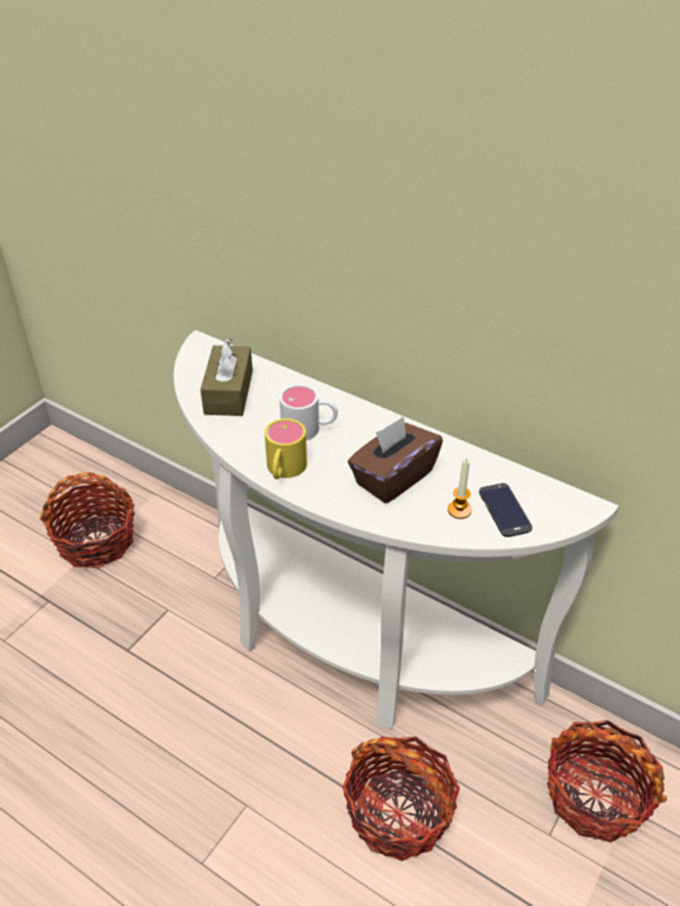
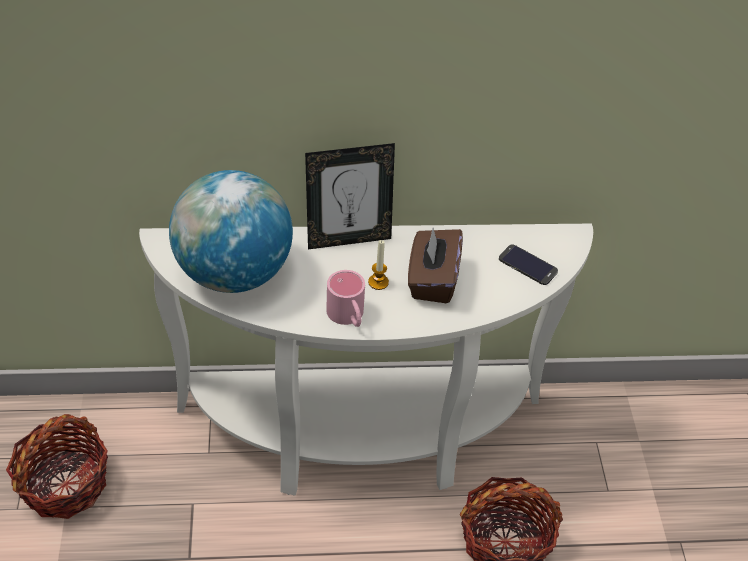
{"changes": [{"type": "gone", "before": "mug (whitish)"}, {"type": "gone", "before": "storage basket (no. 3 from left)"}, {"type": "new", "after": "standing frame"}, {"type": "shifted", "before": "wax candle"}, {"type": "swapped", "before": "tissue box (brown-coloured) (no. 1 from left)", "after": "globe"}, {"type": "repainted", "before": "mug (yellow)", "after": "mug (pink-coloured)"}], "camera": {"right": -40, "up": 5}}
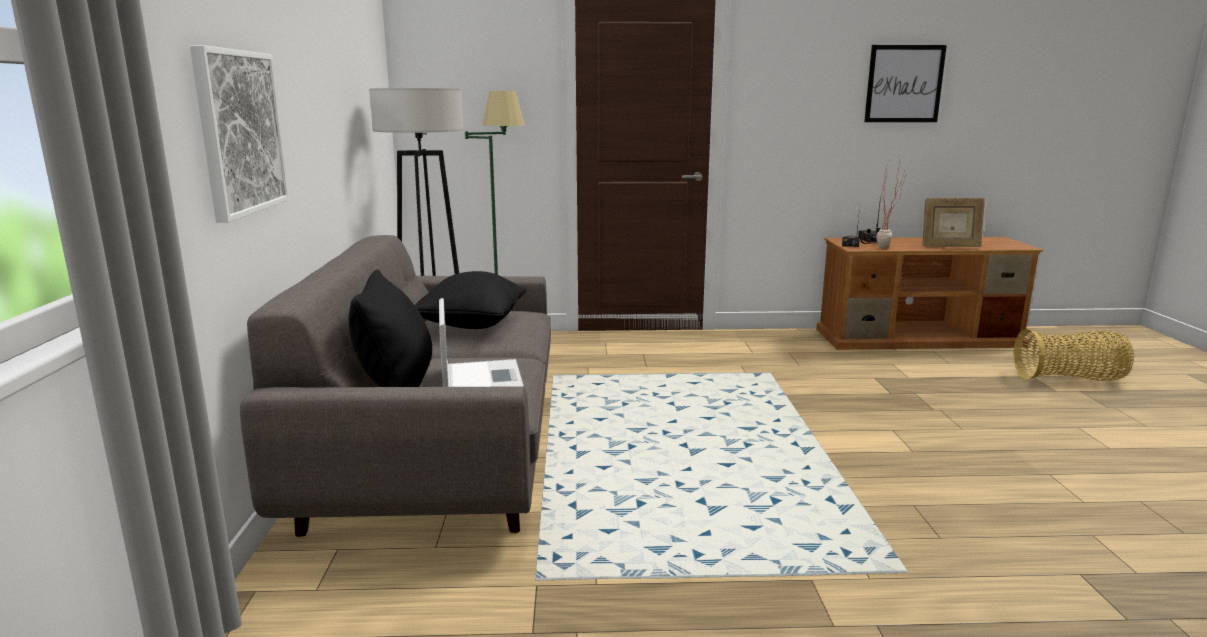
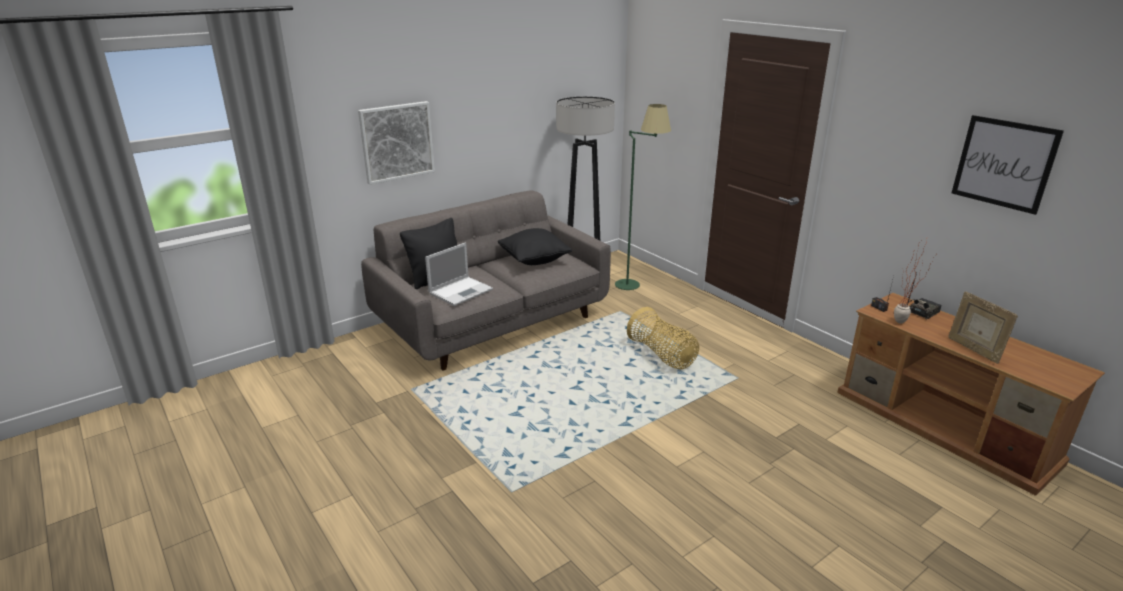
{"changes": [{"type": "shifted", "before": "storage basket"}], "camera": {"right": 55, "up": 10}}
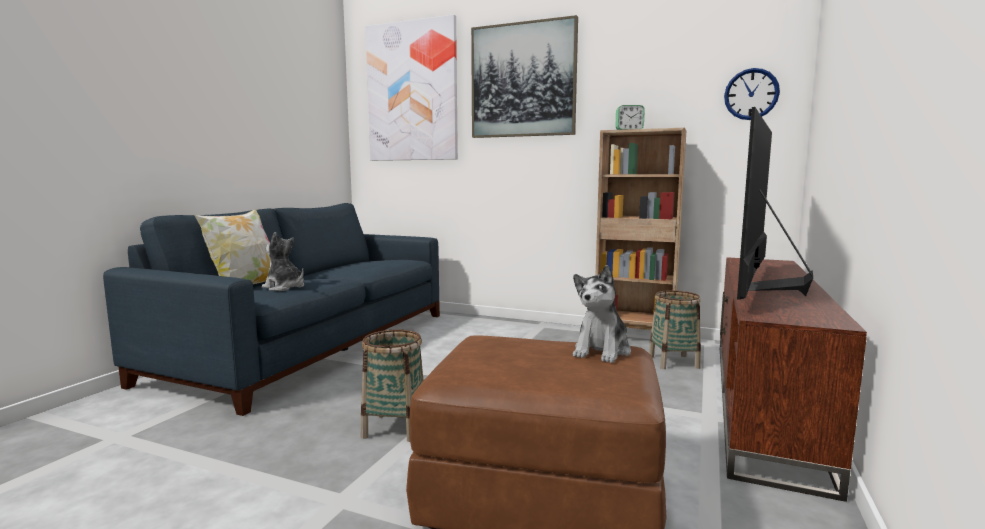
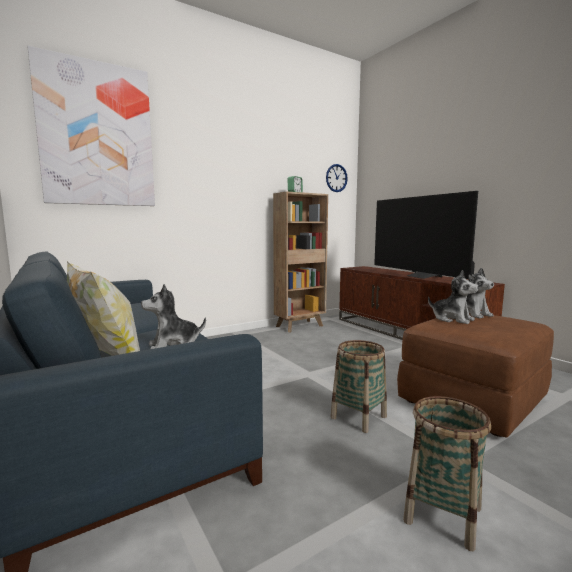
{"changes": [{"type": "gone", "before": "wall art (no. 2 from left)"}, {"type": "new", "after": "cuddly toy (no. 2 from left)"}, {"type": "shifted", "before": "storage basket (no. 2 from left)"}], "camera": {"right": -55, "up": 0}}
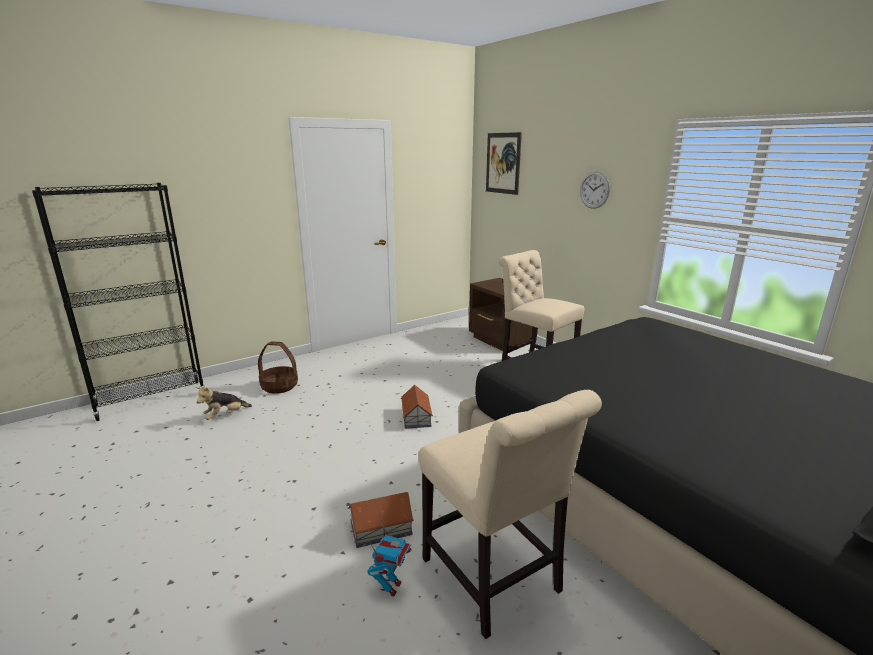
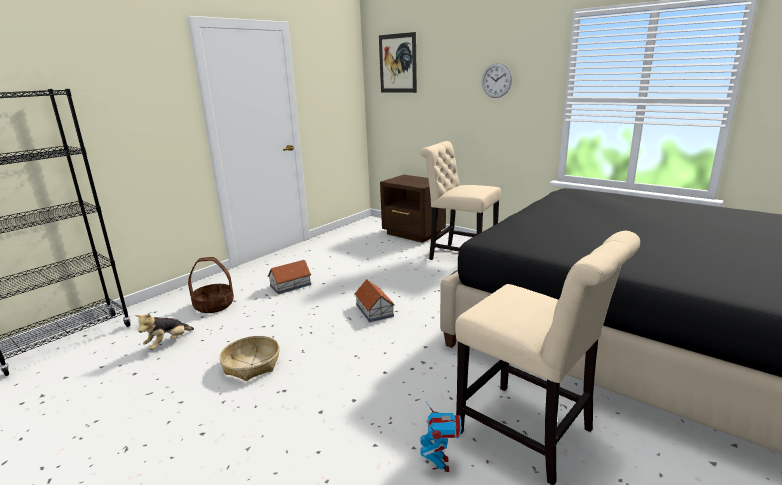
{"changes": [{"type": "new", "after": "storage basket (no. 2 from left)"}, {"type": "shifted", "before": "model house (no. 1 from left)"}], "camera": {"right": -15, "up": 0}}
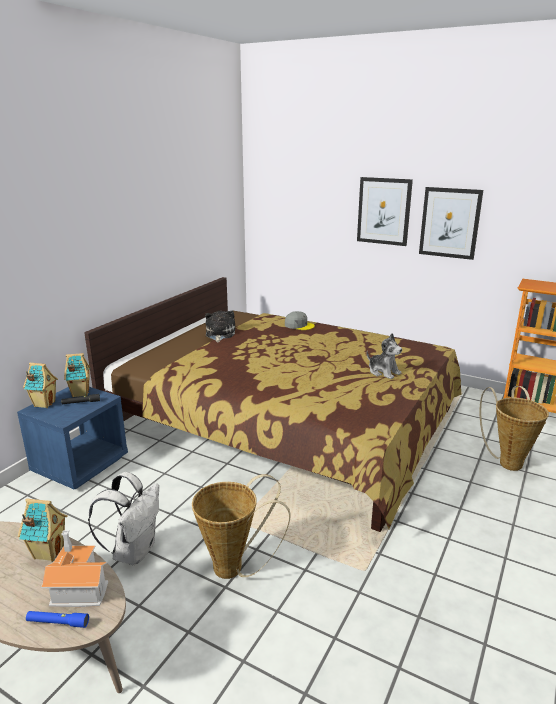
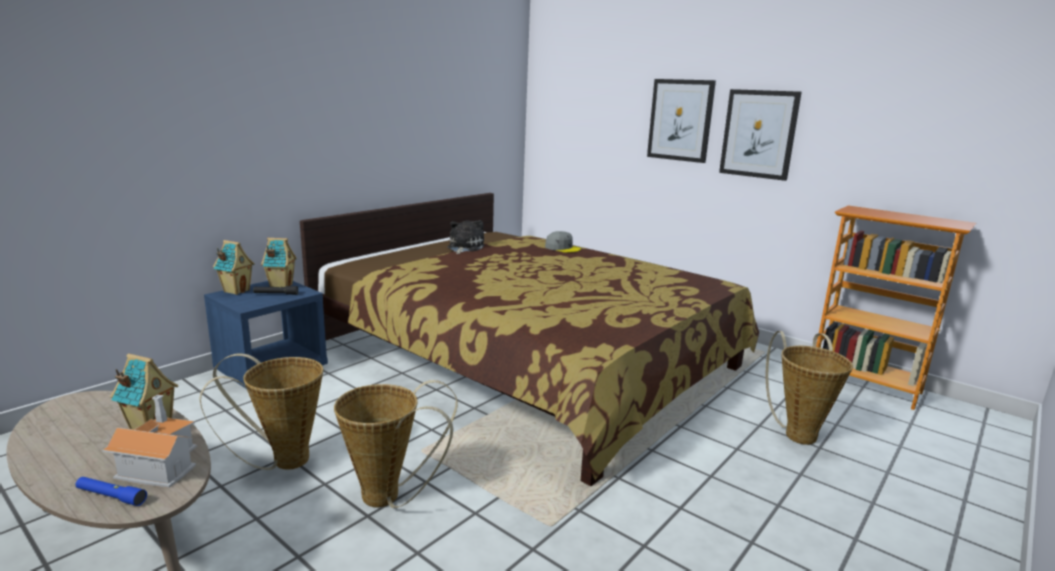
{"changes": [{"type": "gone", "before": "cuddly toy (no. 2 from left)"}, {"type": "swapped", "before": "knapsack (whitish)", "after": "storage basket (no. 1 from left)"}], "camera": {"right": 10, "up": -5}}
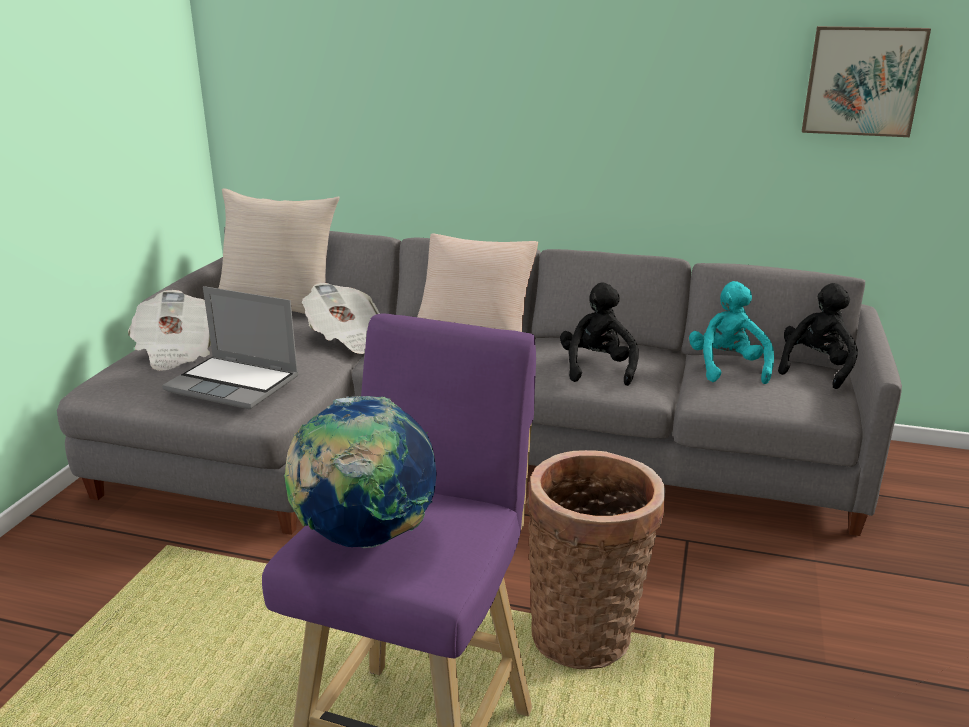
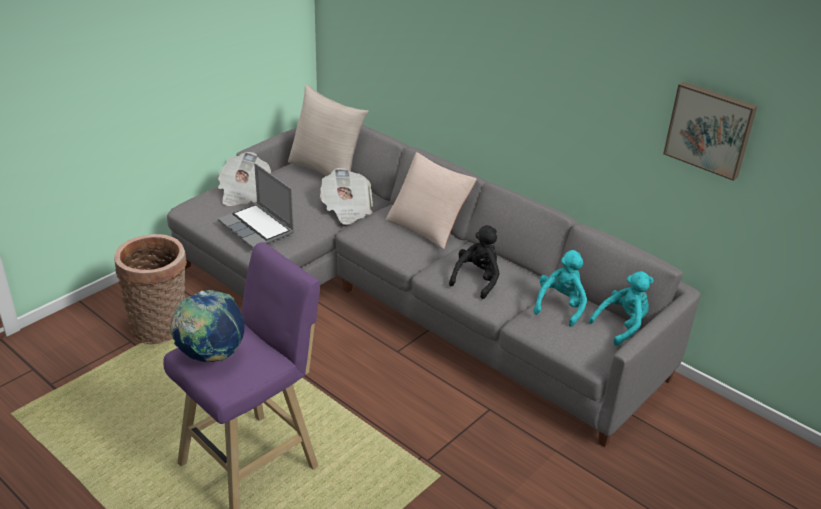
{"changes": [{"type": "shifted", "before": "storage basket"}, {"type": "repainted", "before": "cuddly toy (black) (no. 2 from left)", "after": "cuddly toy (turquoise-coloured) (no. 2 from left)"}], "camera": {"right": 25, "up": 10}}
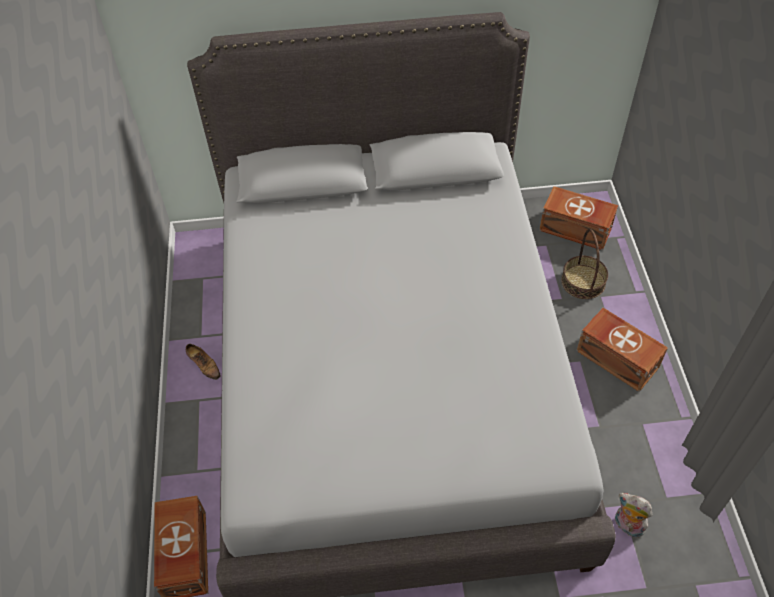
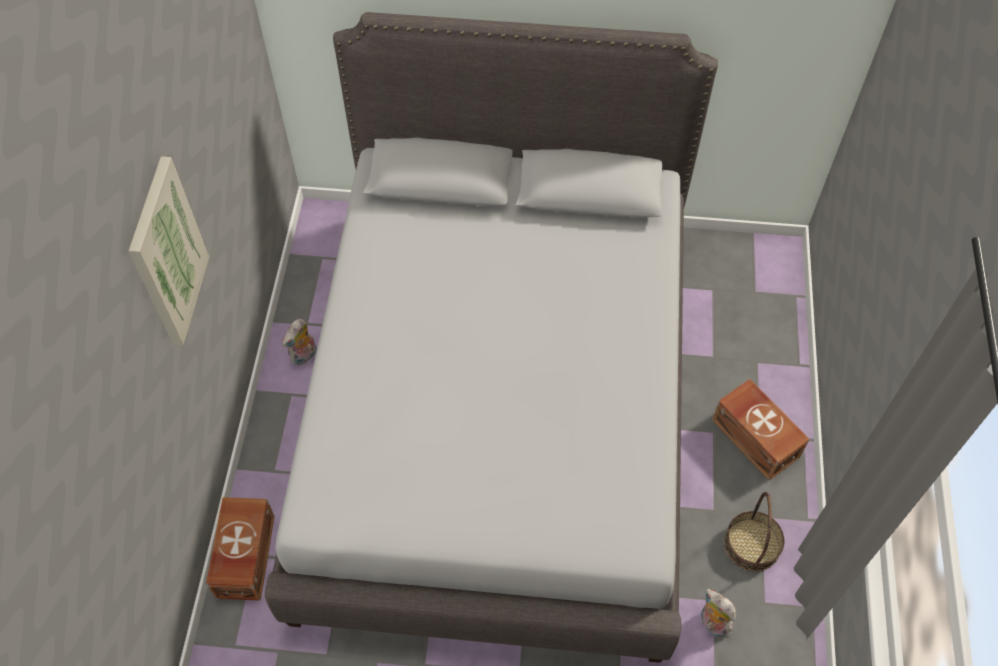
{"changes": [{"type": "gone", "before": "storage bin (brown-coloured) (no. 2 from left)"}, {"type": "new", "after": "wall art"}, {"type": "shifted", "before": "storage basket"}, {"type": "swapped", "before": "item of footwear", "after": "cuddly toy (no. 1 from left)"}], "camera": {"right": 10, "up": 5}}
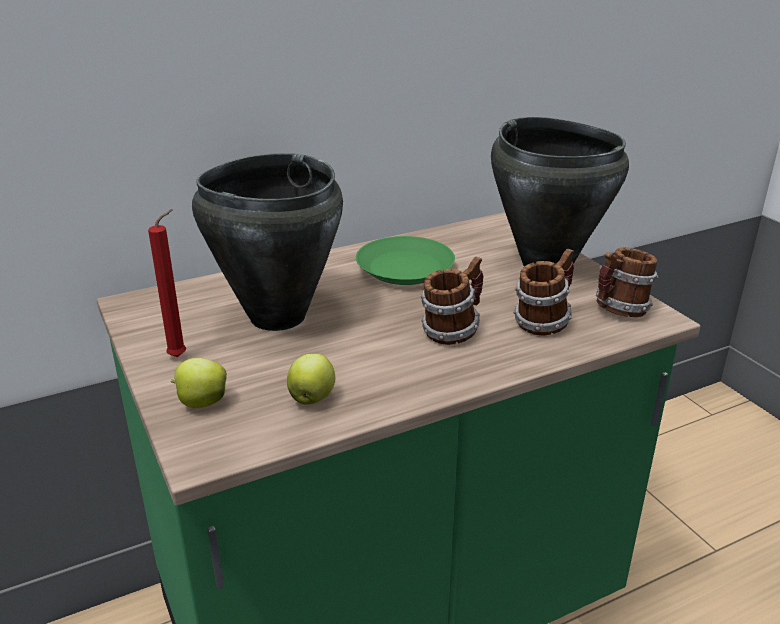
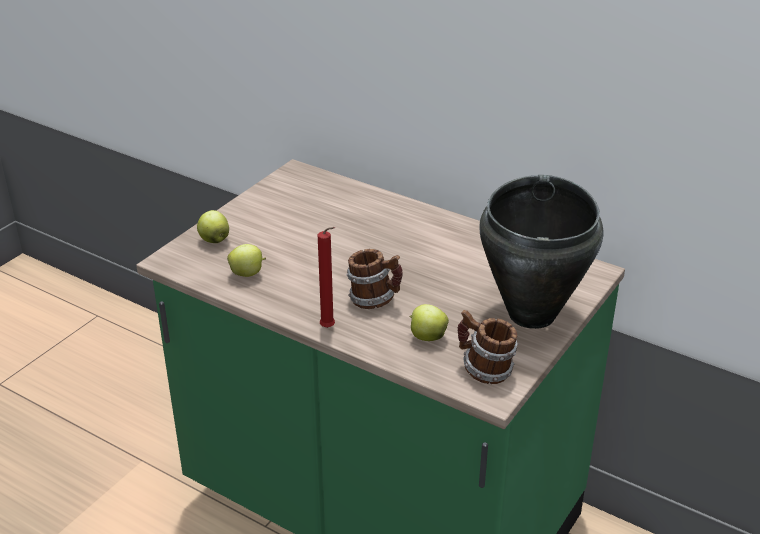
{"changes": [{"type": "gone", "before": "stockpot (black) (no. 1 from left)"}, {"type": "gone", "before": "plate (green-coloured)"}, {"type": "shifted", "before": "wax candle (red-coloured)"}, {"type": "swapped", "before": "mug (no. 2 from left)", "after": "apple (no. 3 from left)"}], "camera": {"right": 60, "up": 5}}
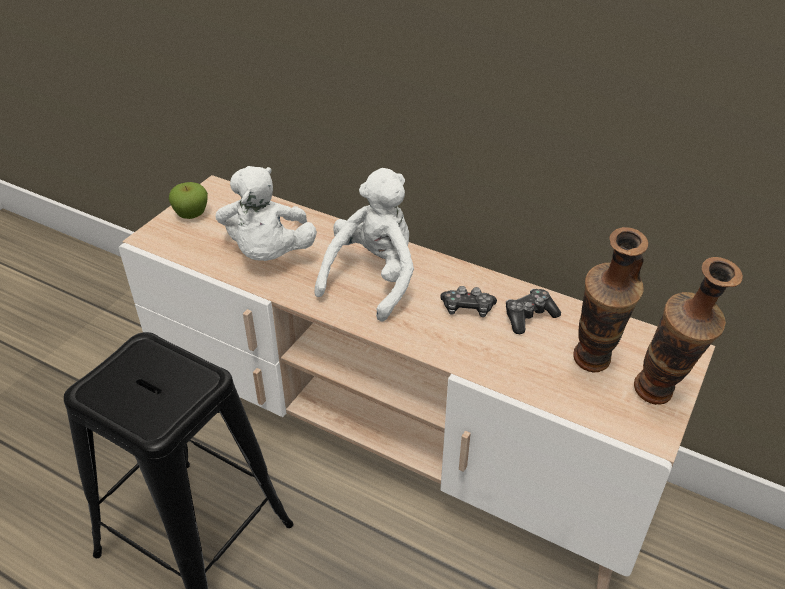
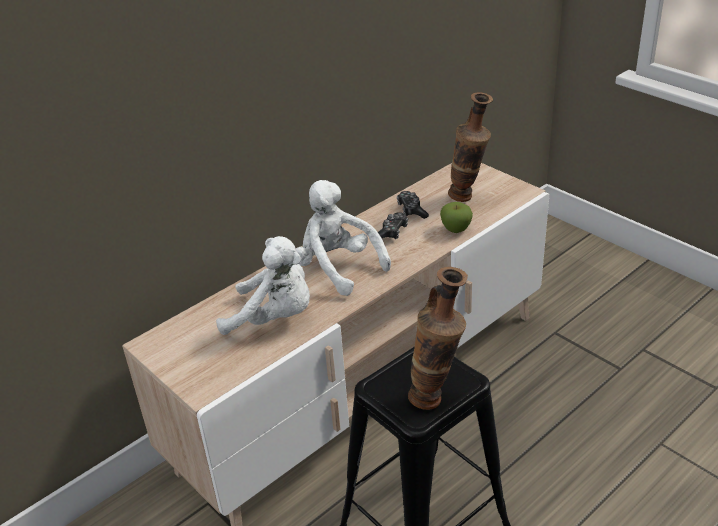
{"changes": [{"type": "shifted", "before": "apple"}, {"type": "shifted", "before": "vase (no. 2 from left in the first image)", "after": "vase (no. 1 from left)"}], "camera": {"right": -70, "up": -5}}
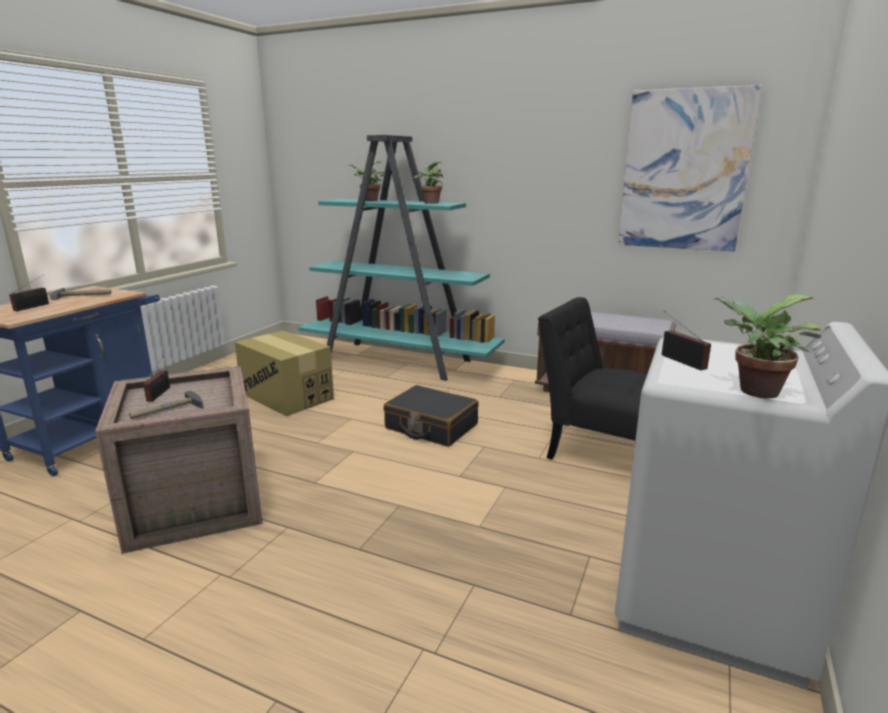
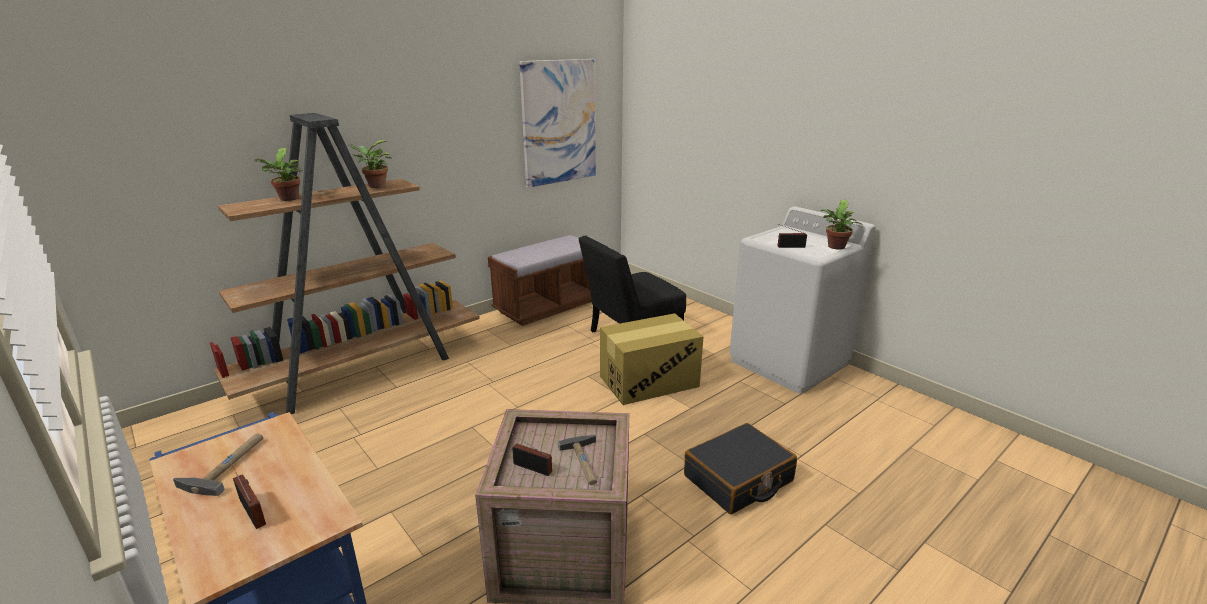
{"changes": [{"type": "shifted", "before": "carton"}, {"type": "shifted", "before": "piece of luggage (black)"}, {"type": "repainted", "before": "shelving unit (turquoise-coloured)", "after": "shelving unit (brown-coloured)"}], "camera": {"right": -65, "up": 5}}
